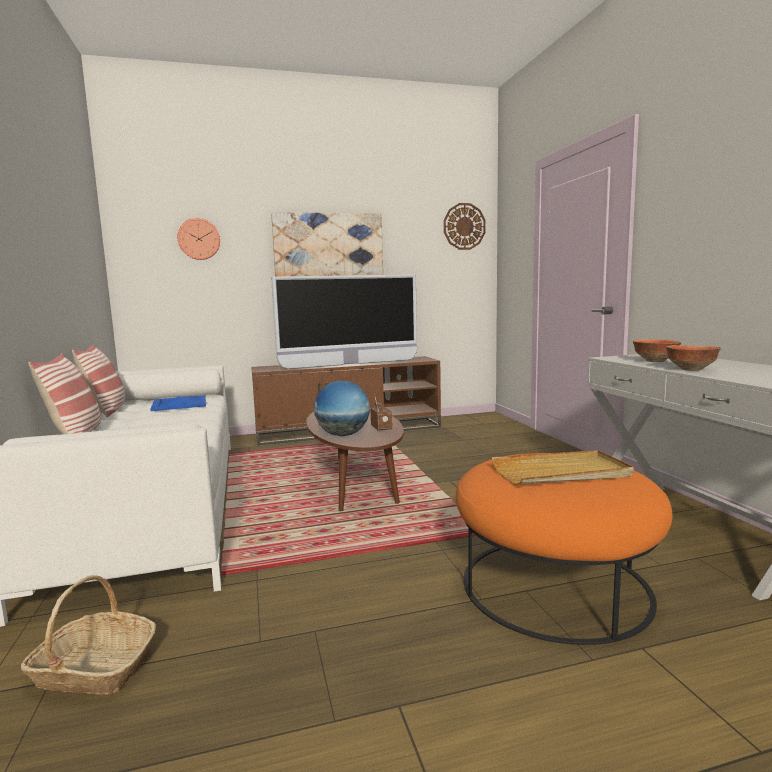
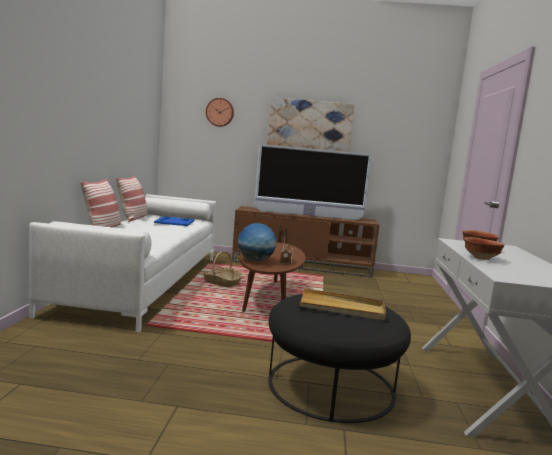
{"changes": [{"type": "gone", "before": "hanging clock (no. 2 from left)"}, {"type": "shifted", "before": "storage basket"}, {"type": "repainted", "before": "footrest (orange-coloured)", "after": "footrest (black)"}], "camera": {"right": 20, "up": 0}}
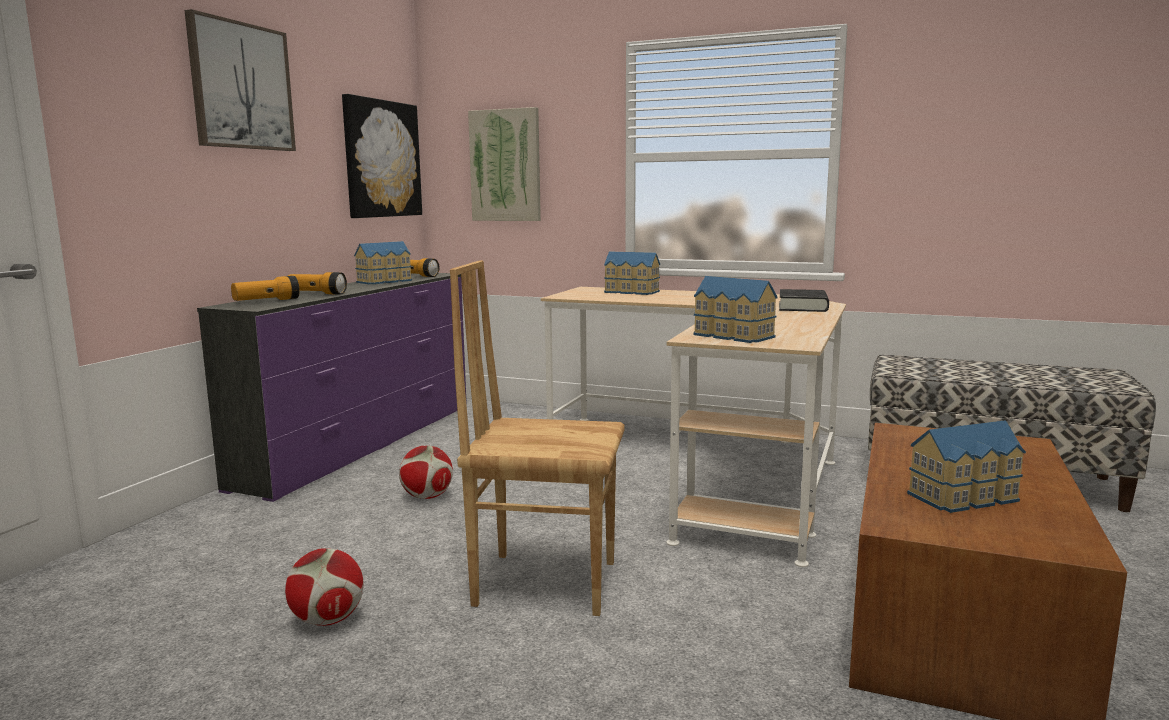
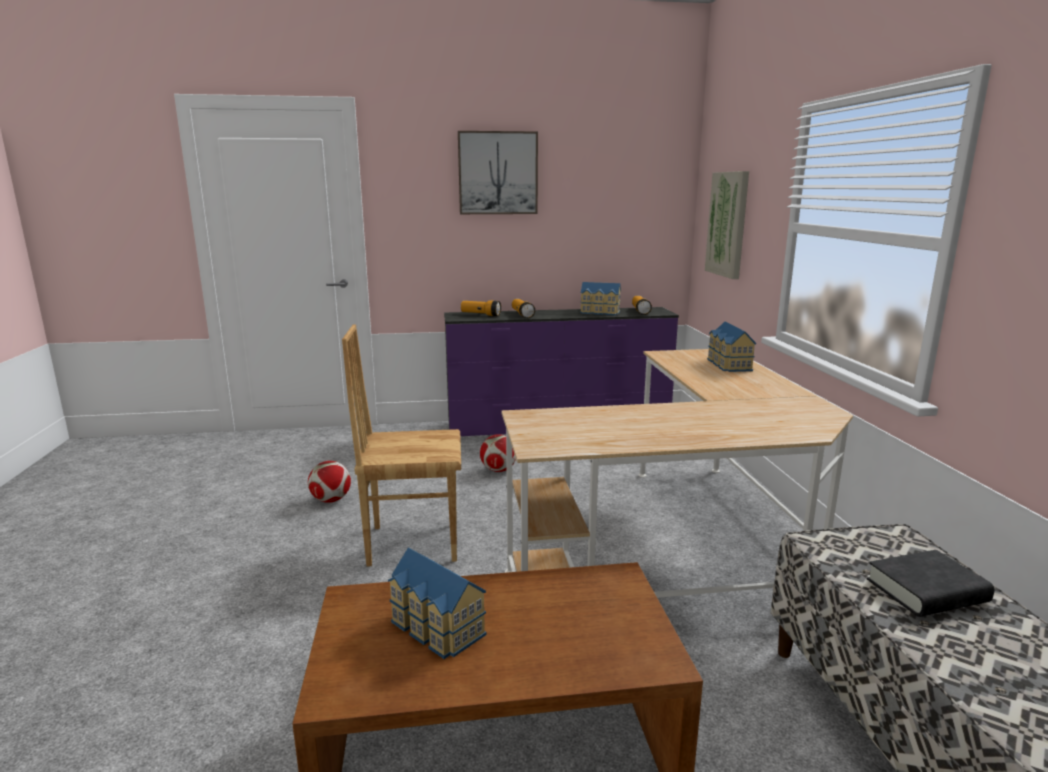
{"changes": [{"type": "gone", "before": "wall art (no. 2 from left)"}, {"type": "gone", "before": "model house (no. 3 from left)"}, {"type": "shifted", "before": "bound book (black)"}, {"type": "rotated", "before": "plain chair (brown-coloured)", "turn": -75}], "camera": {"right": 60, "up": 5}}
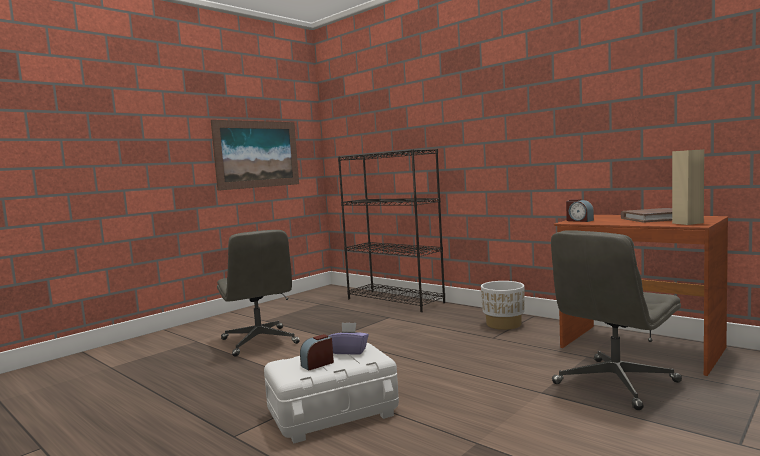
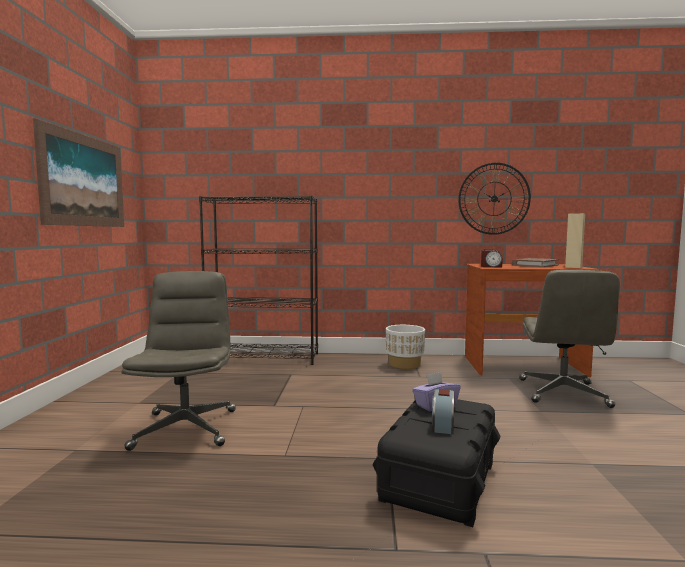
{"changes": [{"type": "new", "after": "hanging clock"}, {"type": "repainted", "before": "storage bin (whitish)", "after": "storage bin (black)"}, {"type": "rotated", "before": "computer chair (greyish) (no. 1 from left)", "turn": -120}], "camera": {"right": -40, "up": 0}}
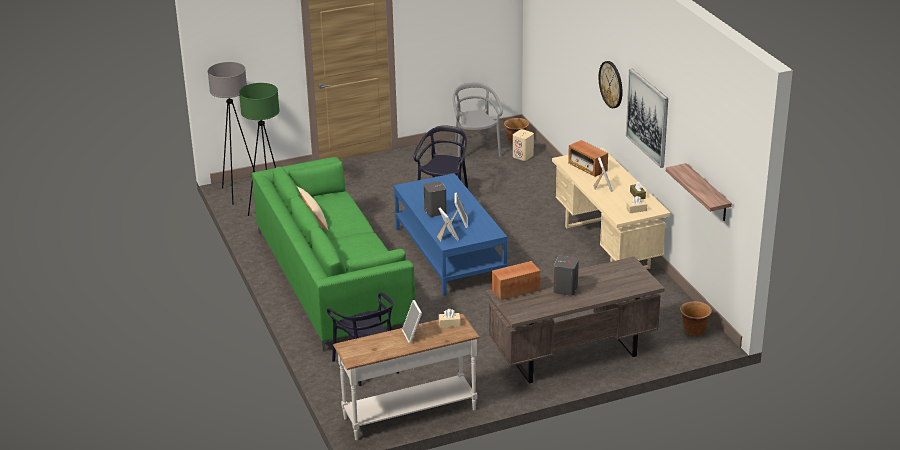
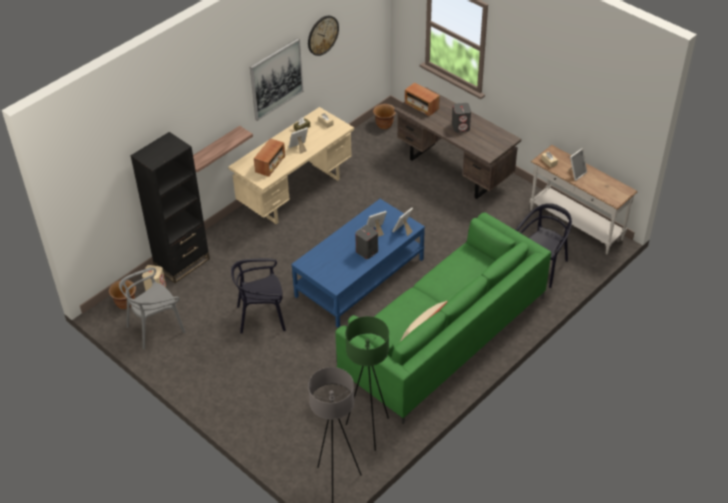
{"changes": [{"type": "new", "after": "shelving unit (black)"}, {"type": "shifted", "before": "radio receiver (no. 1 from left in the first image)", "after": "radio receiver (no. 2 from left)"}, {"type": "shifted", "before": "hanging clock"}, {"type": "shifted", "before": "wall shelf"}], "camera": {"right": -115, "up": 15}}
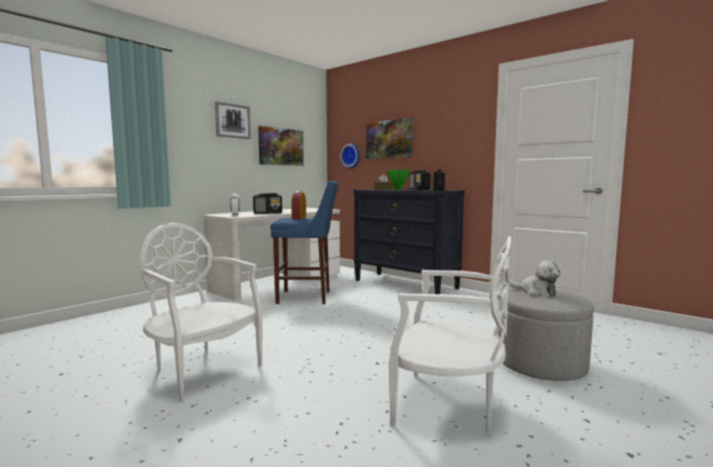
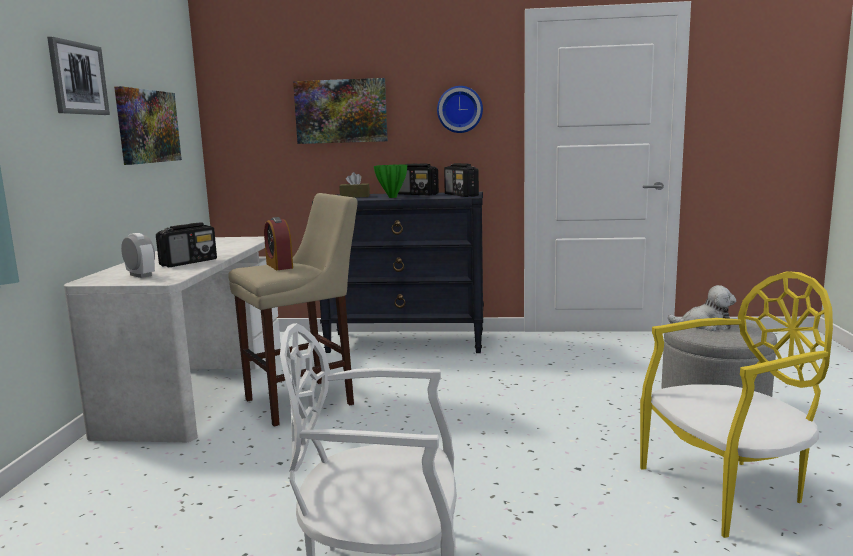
{"changes": [{"type": "shifted", "before": "hanging clock"}, {"type": "repainted", "before": "sitting stool (blue)", "after": "sitting stool (beige)"}, {"type": "repainted", "before": "plain chair (whitish) (no. 2 from left)", "after": "plain chair (yellow)"}], "camera": {"right": -35, "up": 5}}
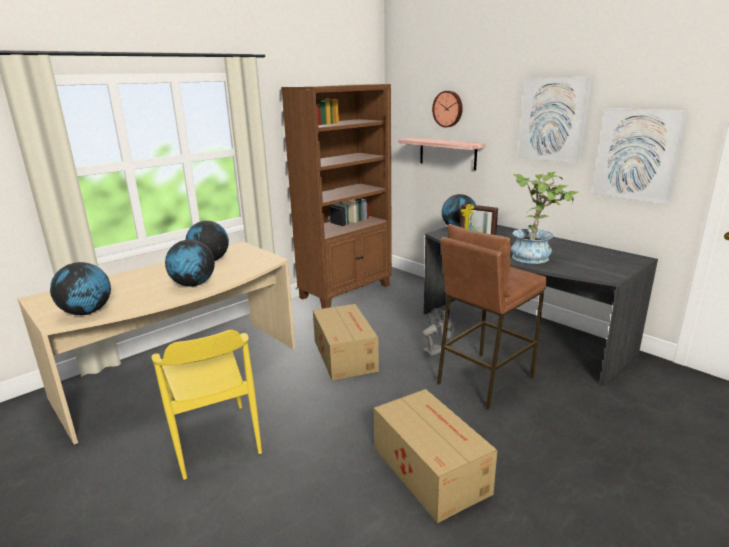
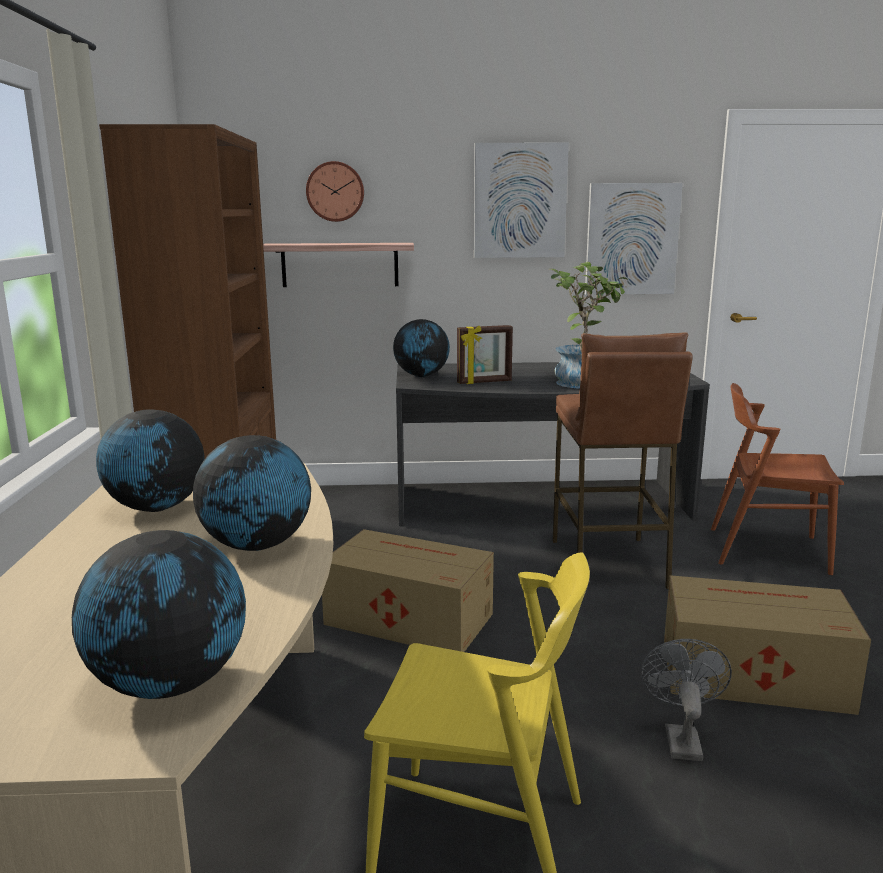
{"changes": [{"type": "new", "after": "plain chair (brown-coloured)"}, {"type": "shifted", "before": "fan (greyish)"}], "camera": {"right": -50, "up": -5}}
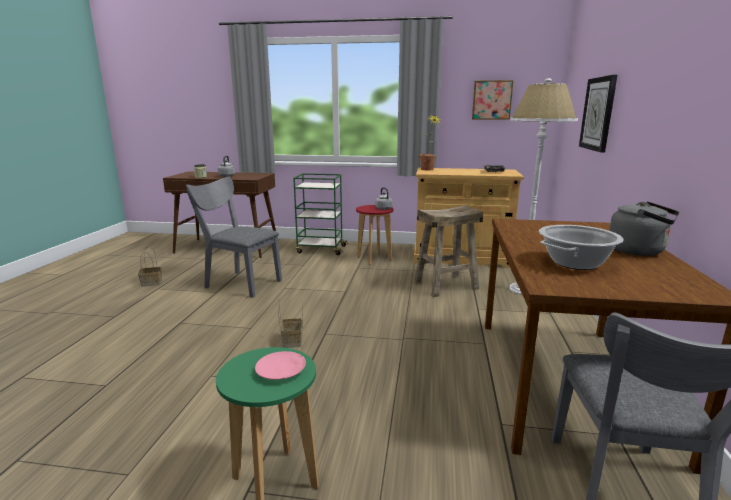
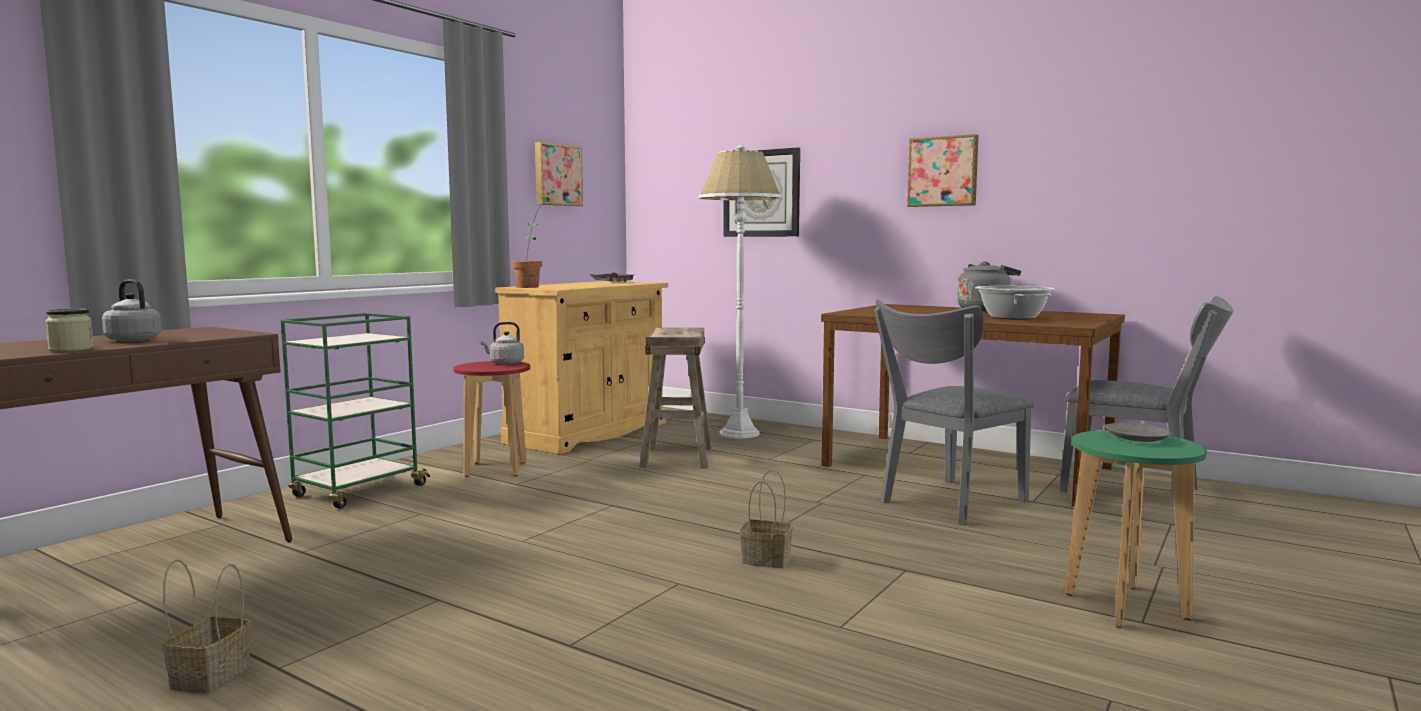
{"changes": [{"type": "new", "after": "wall art (no. 2 from left)"}, {"type": "shifted", "before": "plain chair (greyish) (no. 1 from left)"}, {"type": "repainted", "before": "plate (pink-coloured)", "after": "plate (greyish)"}], "camera": {"right": -65, "up": -10}}
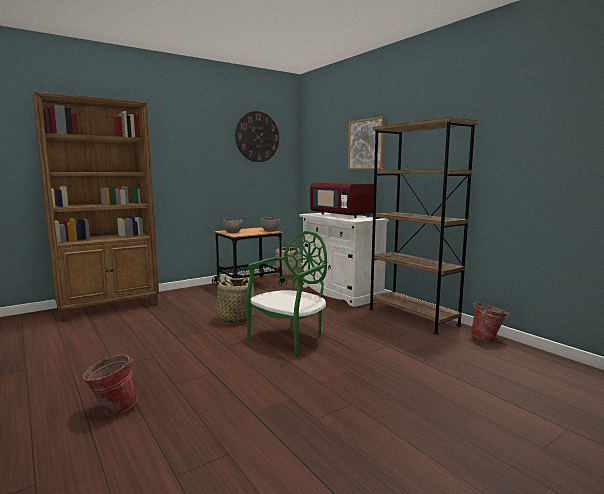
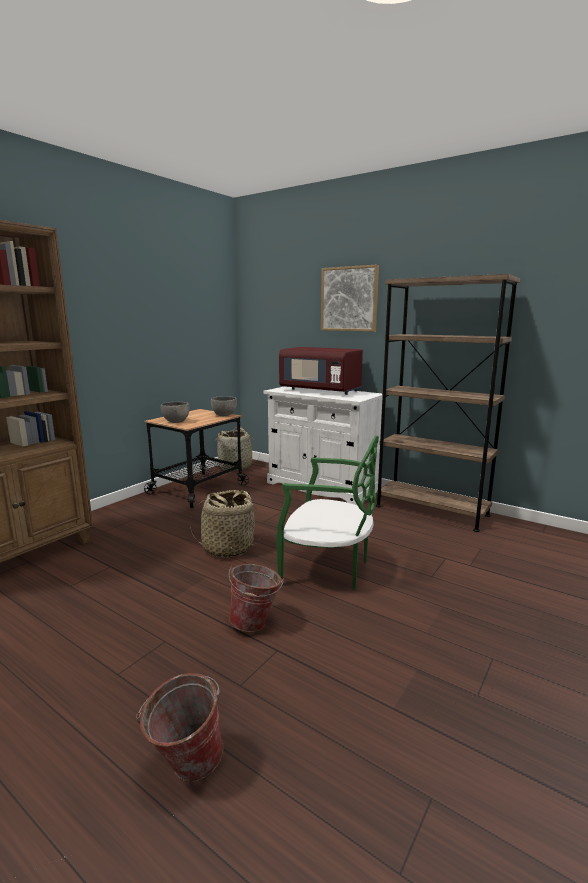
{"changes": [{"type": "gone", "before": "hanging clock"}, {"type": "shifted", "before": "pail (no. 2 from left)"}, {"type": "rotated", "before": "plain chair (green-coloured)", "turn": 90}], "camera": {"right": -20, "up": 5}}
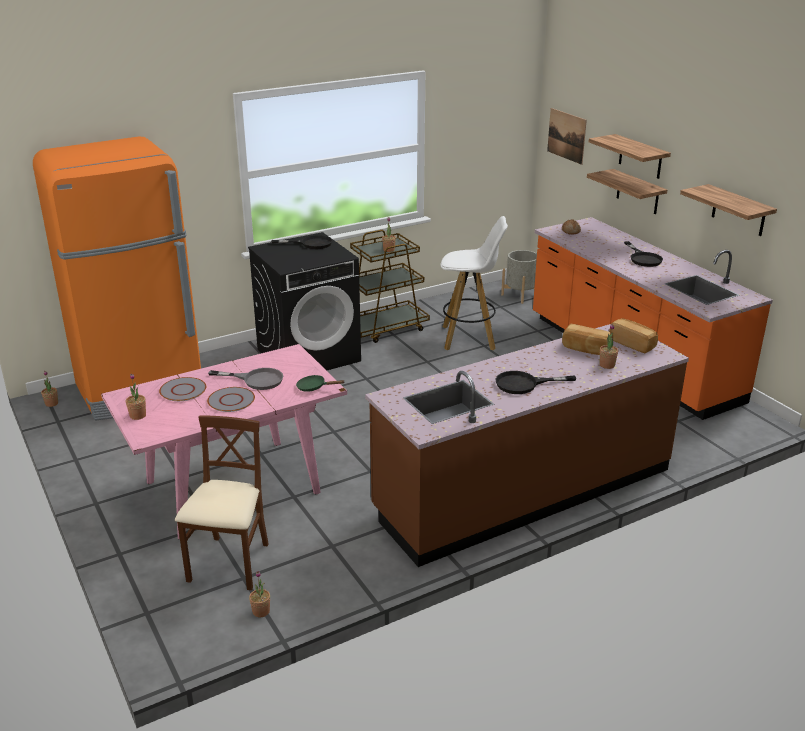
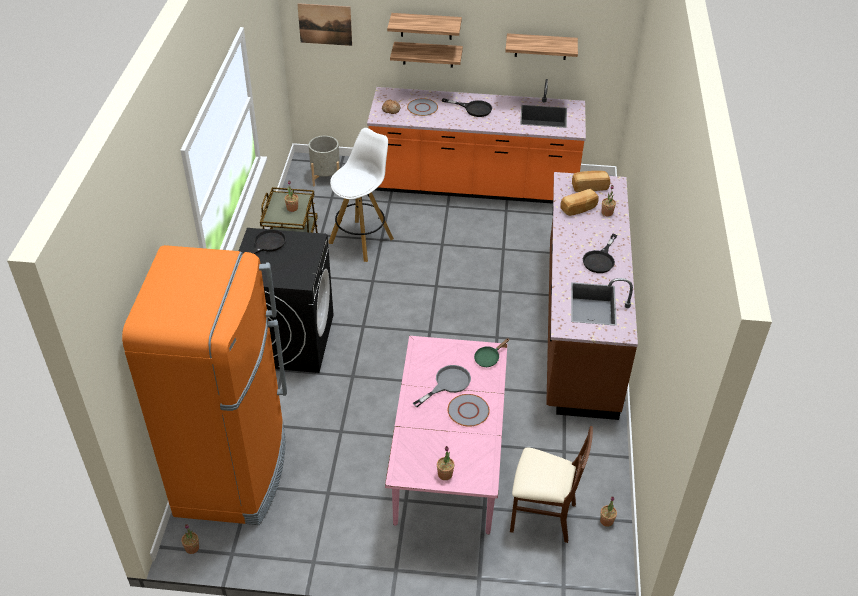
{"changes": [{"type": "shifted", "before": "plate (greyish) (no. 1 from left)"}, {"type": "rotated", "before": "plain chair (brown-coloured)", "turn": 150}], "camera": {"right": -55, "up": 15}}
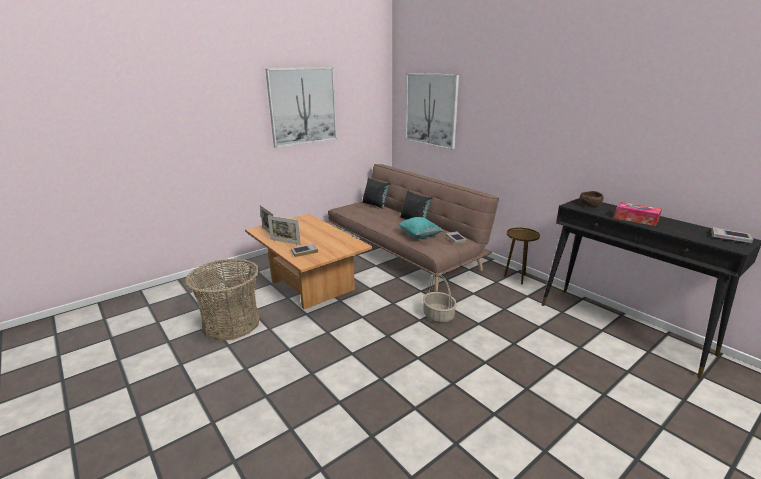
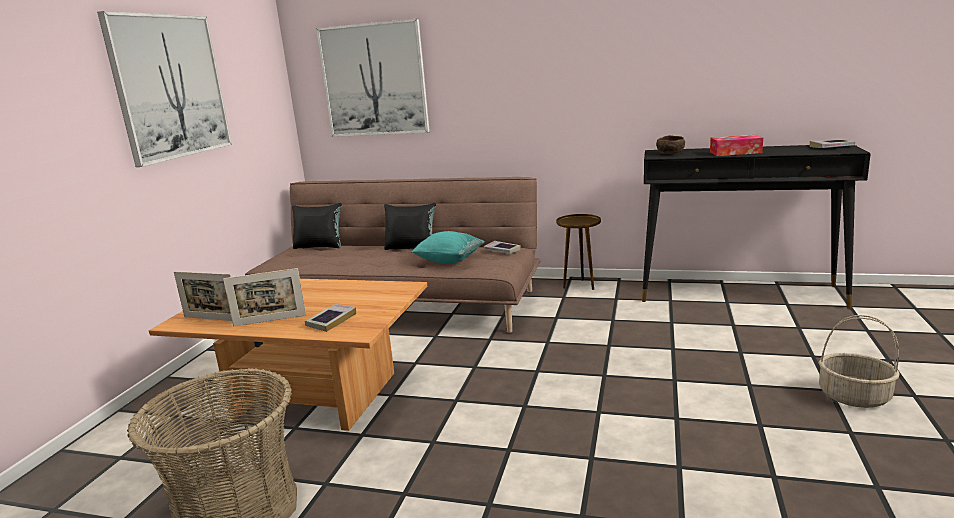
{"changes": [{"type": "shifted", "before": "storage basket (no. 2 from left)"}], "camera": {"right": -35, "up": -5}}
